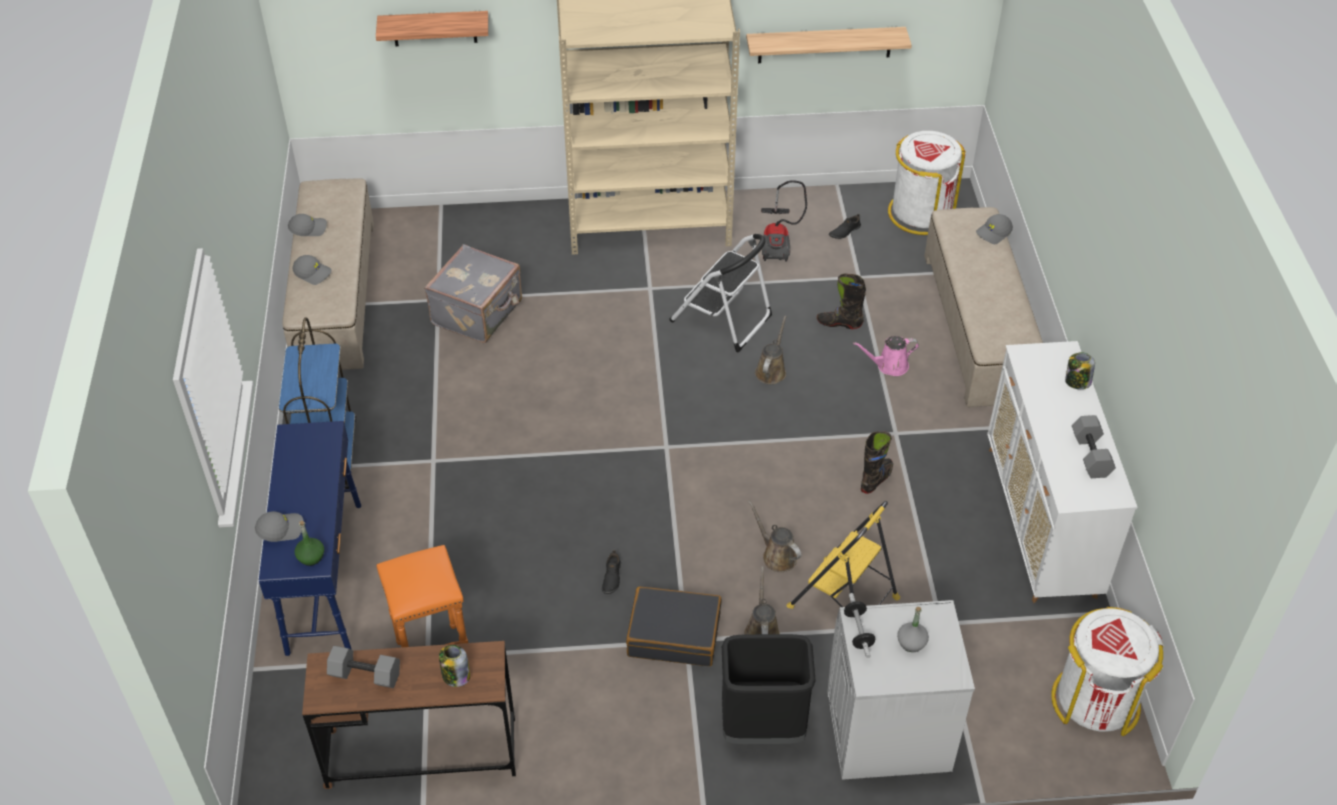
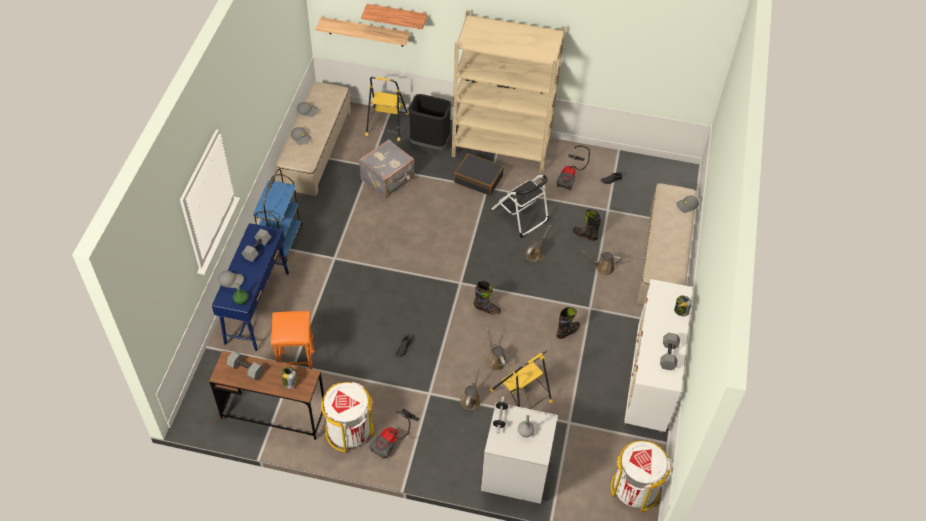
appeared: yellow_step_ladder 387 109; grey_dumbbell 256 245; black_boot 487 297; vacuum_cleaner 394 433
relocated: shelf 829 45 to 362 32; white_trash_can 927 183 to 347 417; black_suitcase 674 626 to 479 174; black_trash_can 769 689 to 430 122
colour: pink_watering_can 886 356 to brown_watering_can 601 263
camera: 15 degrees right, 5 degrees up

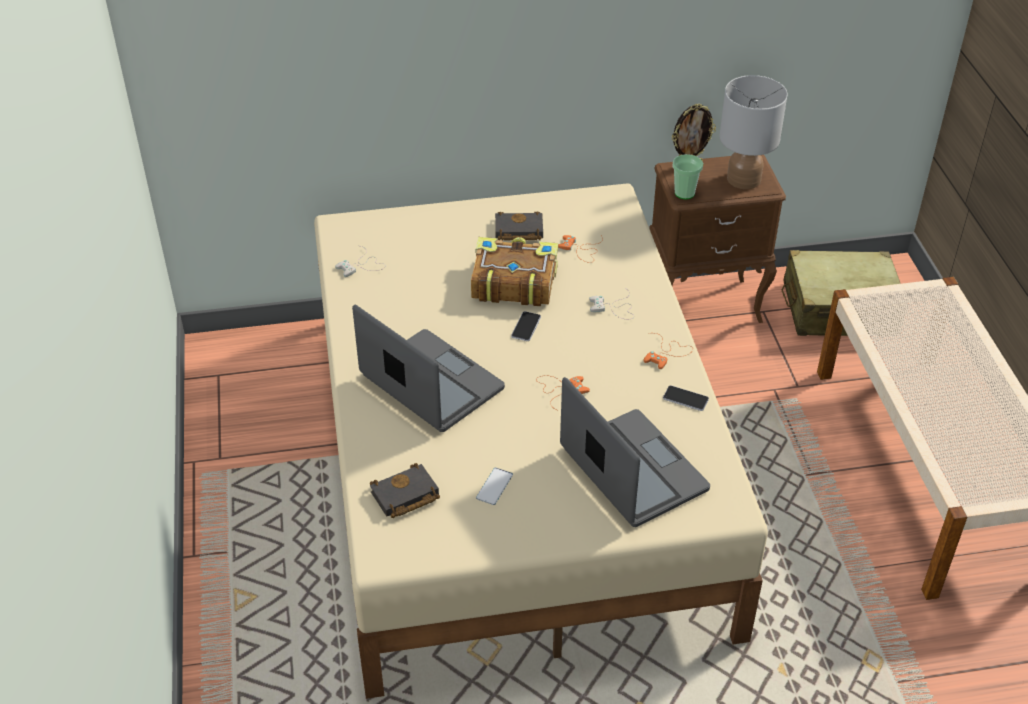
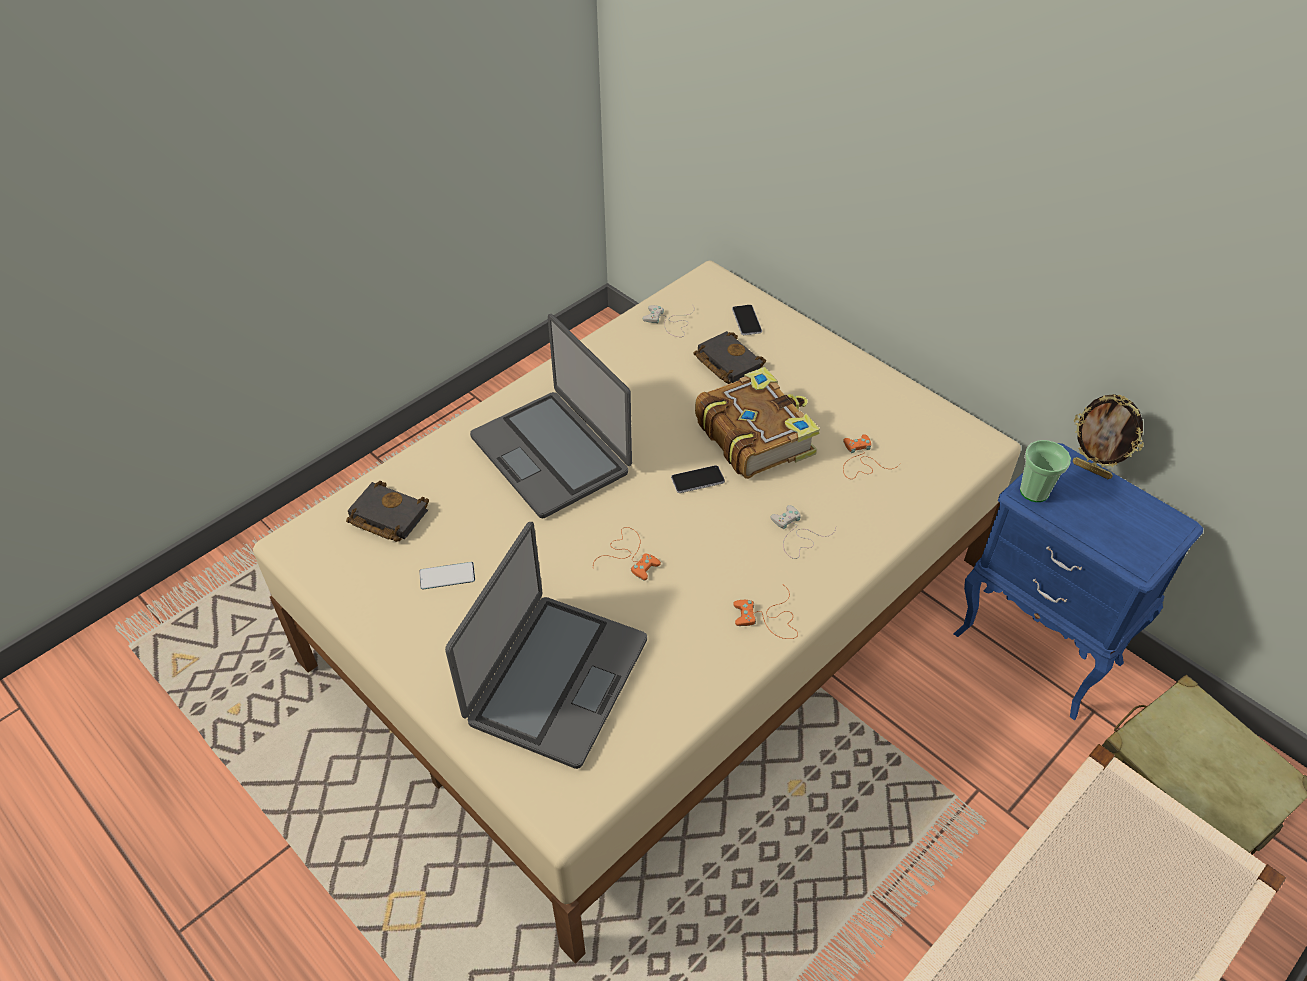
missing: grey_table_lamp 753 132
relocated: black_book 519 225 to 729 357; phone 686 398 to 747 320
colour: brown_nightstand 717 239 to blue_nightstand 1078 582
spun: laptop 428 368 = 551 416 135 degrees clockwise
camera: 55 degrees right, 5 degrees up

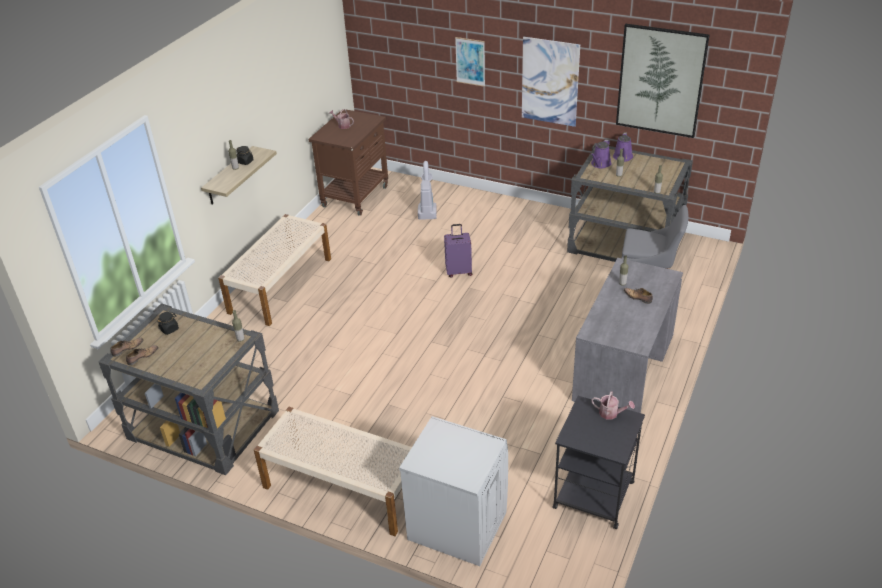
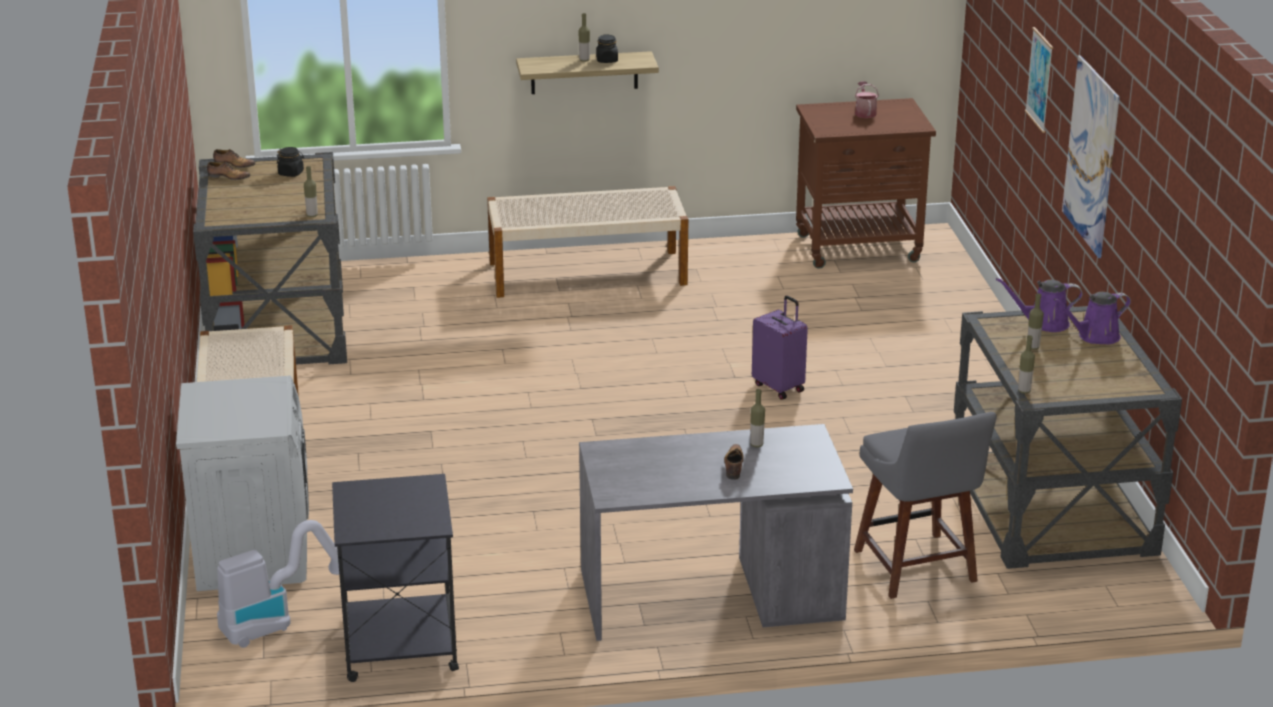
missing: picture 663 81; watering_can 613 405
relocated: vacuum_cleaner 427 190 to 278 584
camera: 55 degrees right, 10 degrees down

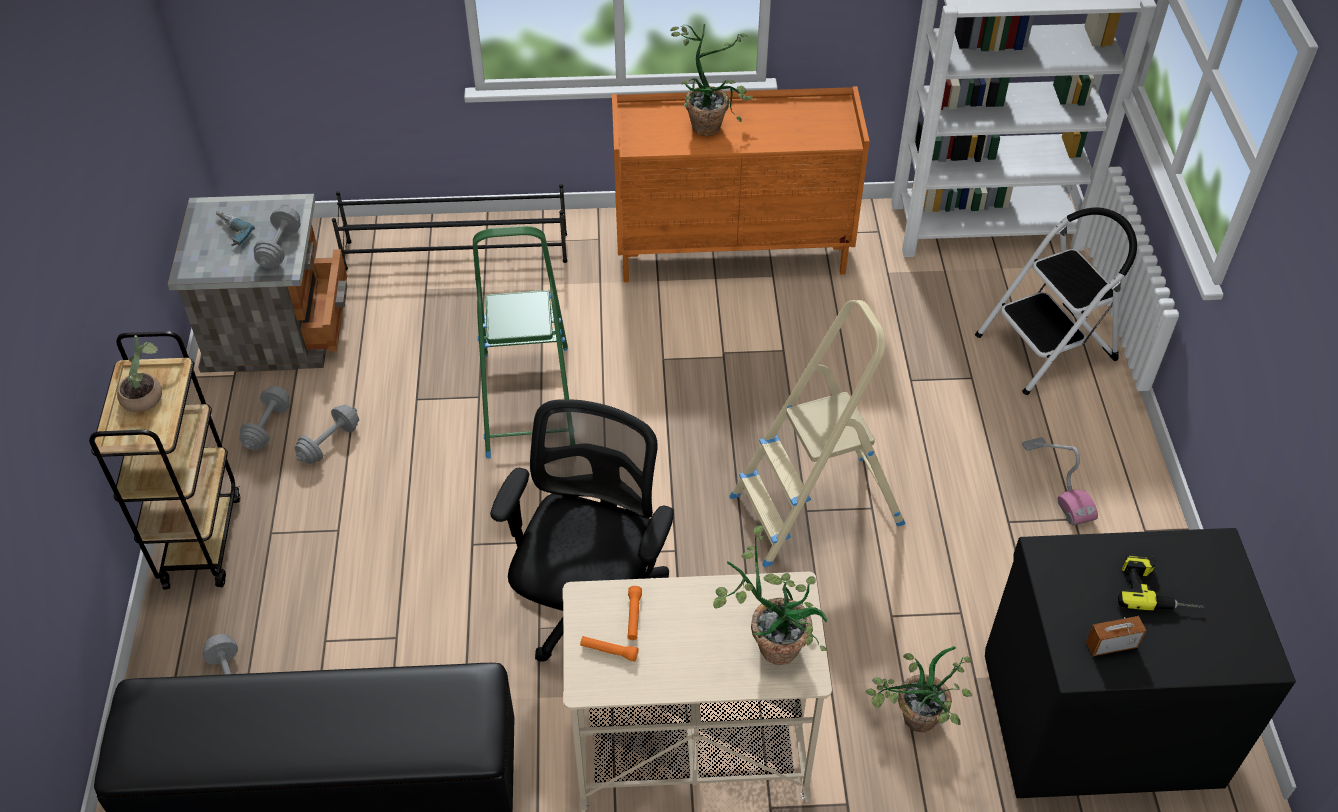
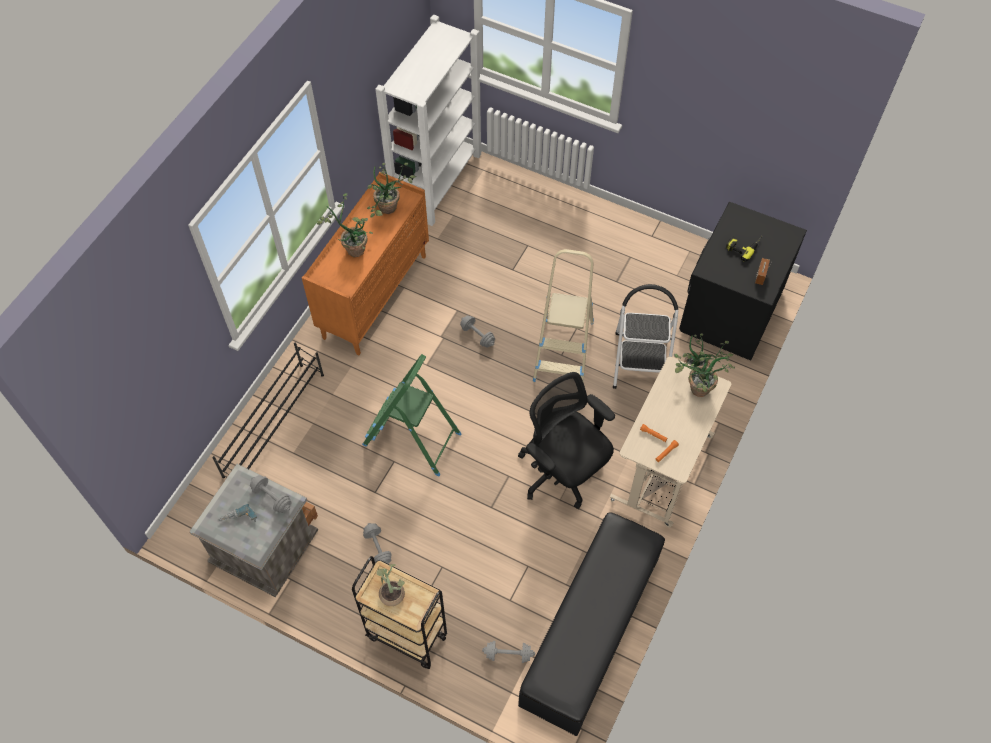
missing: vacuum_cleaner 1060 481
appeared: potted_plant 391 190
relocated: step_ladder 1056 301 to 645 336; grey_dumbbell 264 418 to 477 331
camera: 60 degrees left, 10 degrees up

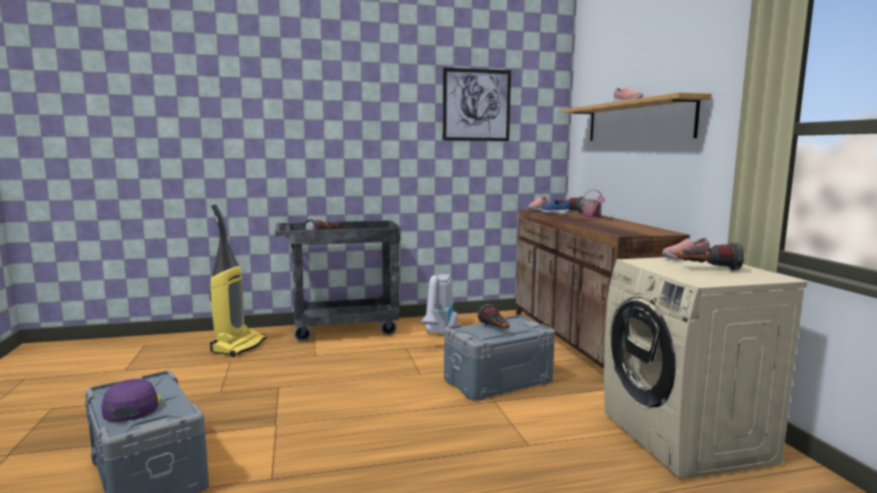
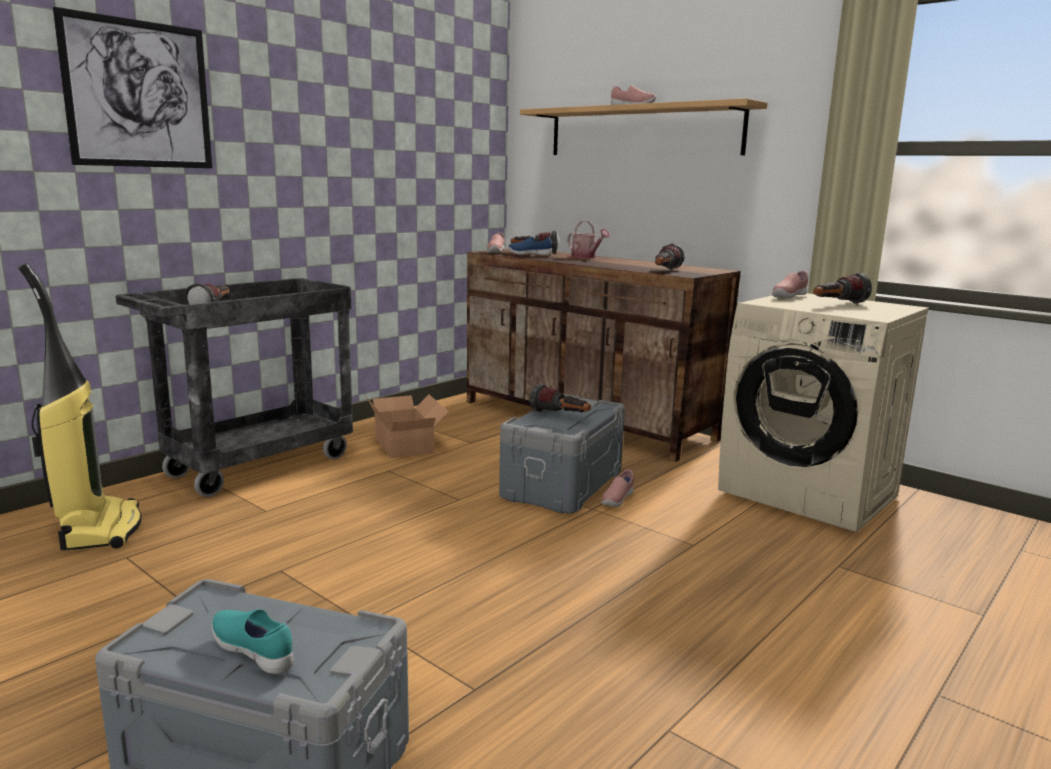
appeared: flashlight 670 256; pink_shoe 617 488
relocated: picture 477 104 to 133 87
exchanged: vacuum_cleaner 439 304 to cardboard_box 407 426; purple_cap 131 400 to turquoise_shoe 253 642
camera: 35 degrees left, 5 degrees up

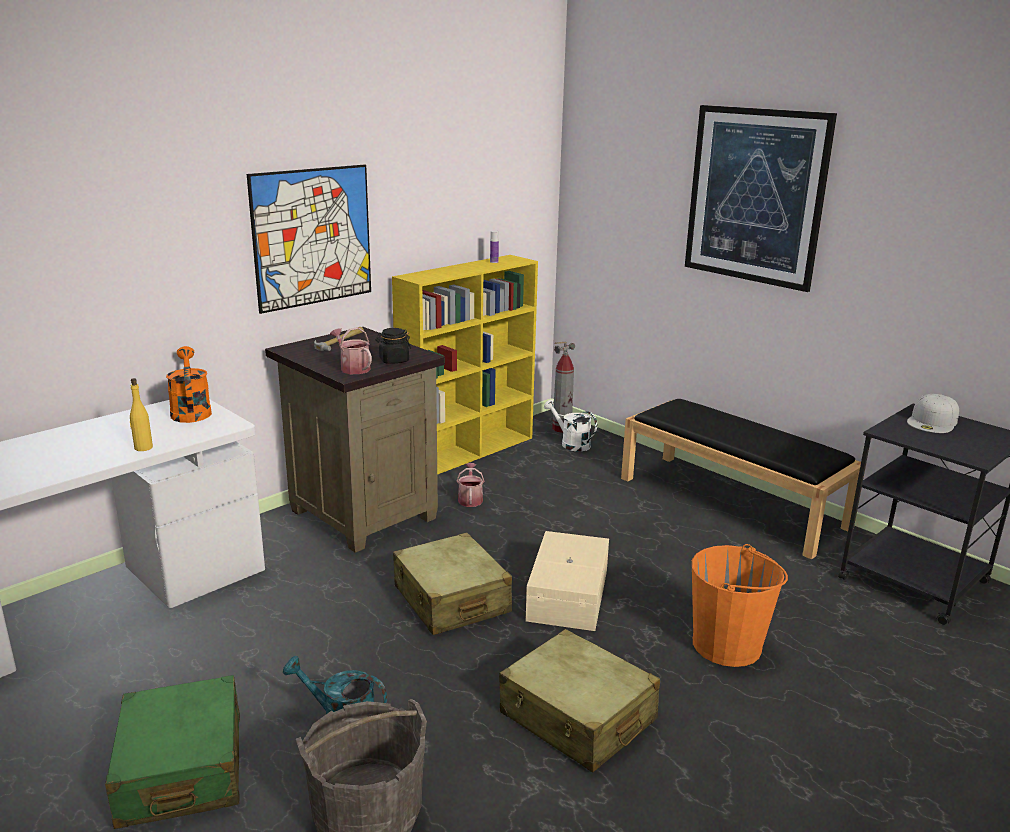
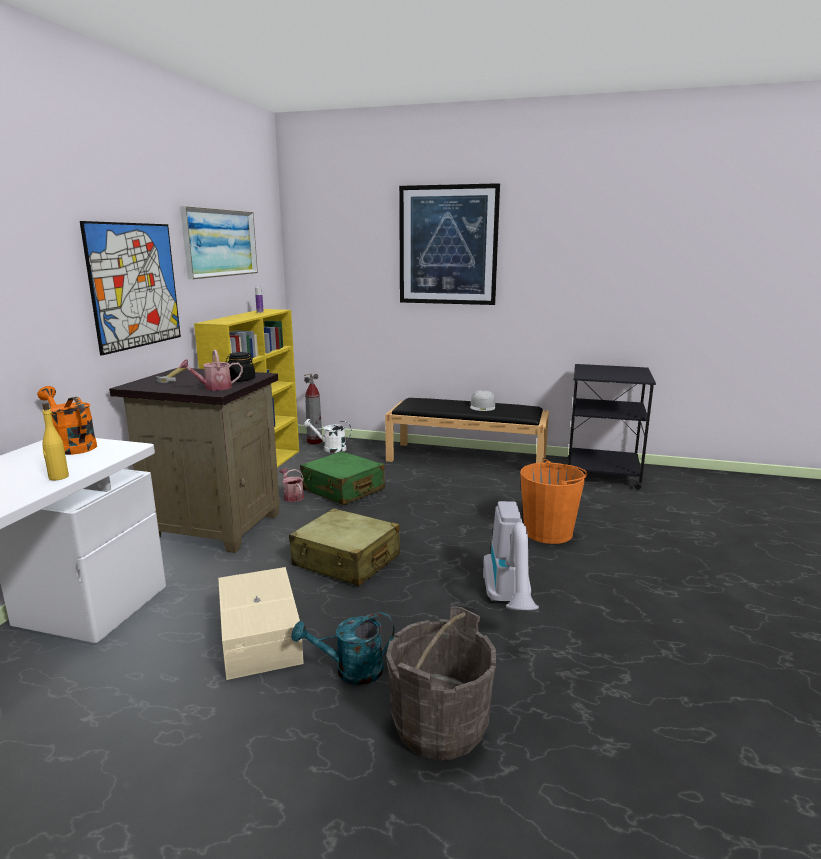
appeared: picture 219 242
relocated: white_cap 933 413 to 482 400; beige_storage_box 567 581 to 261 623; green_suitcase 172 752 to 342 478
exchanged: beige_suitcase 579 701 to vacuum_cleaner 511 555
spun: watering_can 351 350 = 211 370 45 degrees counterclockwise
camera: 30 degrees left, 5 degrees down

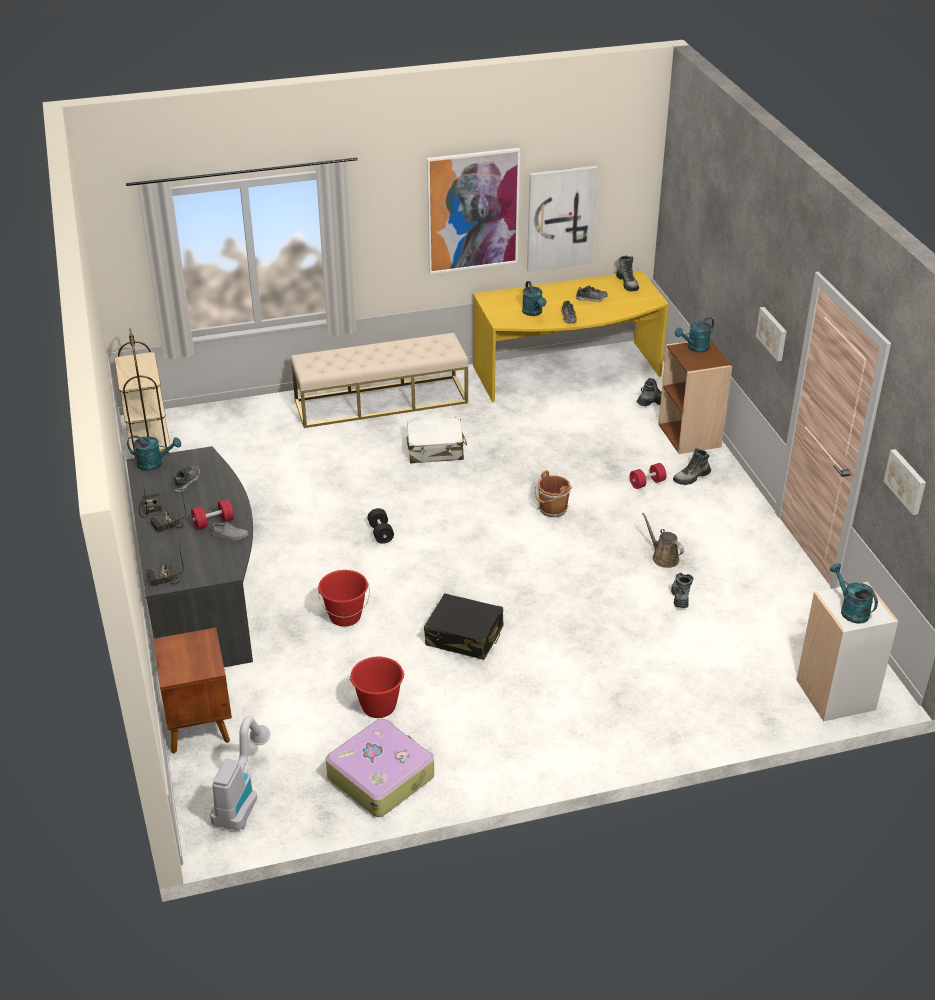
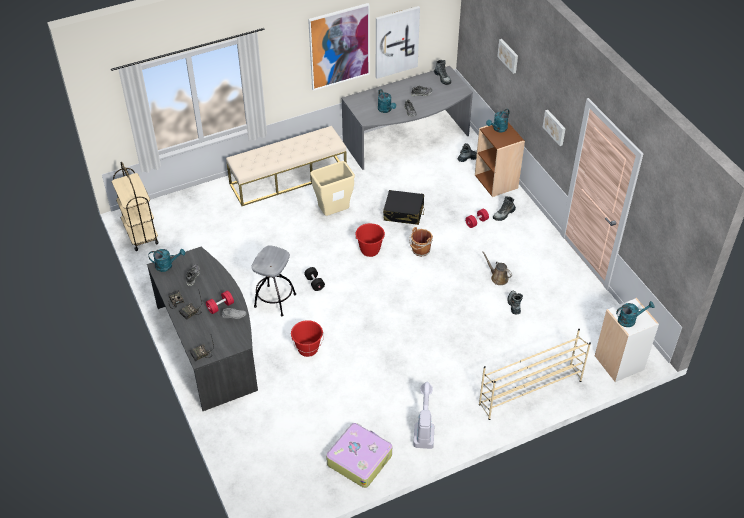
missing: brown_nightstand 192 690
appeared: grey_stool 273 281; beige_shoe_rack 535 374
relocated: picture 905 482 to 507 56; black_suitcase 464 626 to 403 207; red_bucket 377 687 to 370 240; vacuum_cleaner 240 773 to 423 415
exchanged: white_suitcase 437 440 to beige_trash_can 332 188
colour: yellow_desk 571 336 to grey_desk 407 118
spun: turquoise_watering_can 854 594 = 635 314 120 degrees clockwise
camera: 10 degrees left, 10 degrees up

